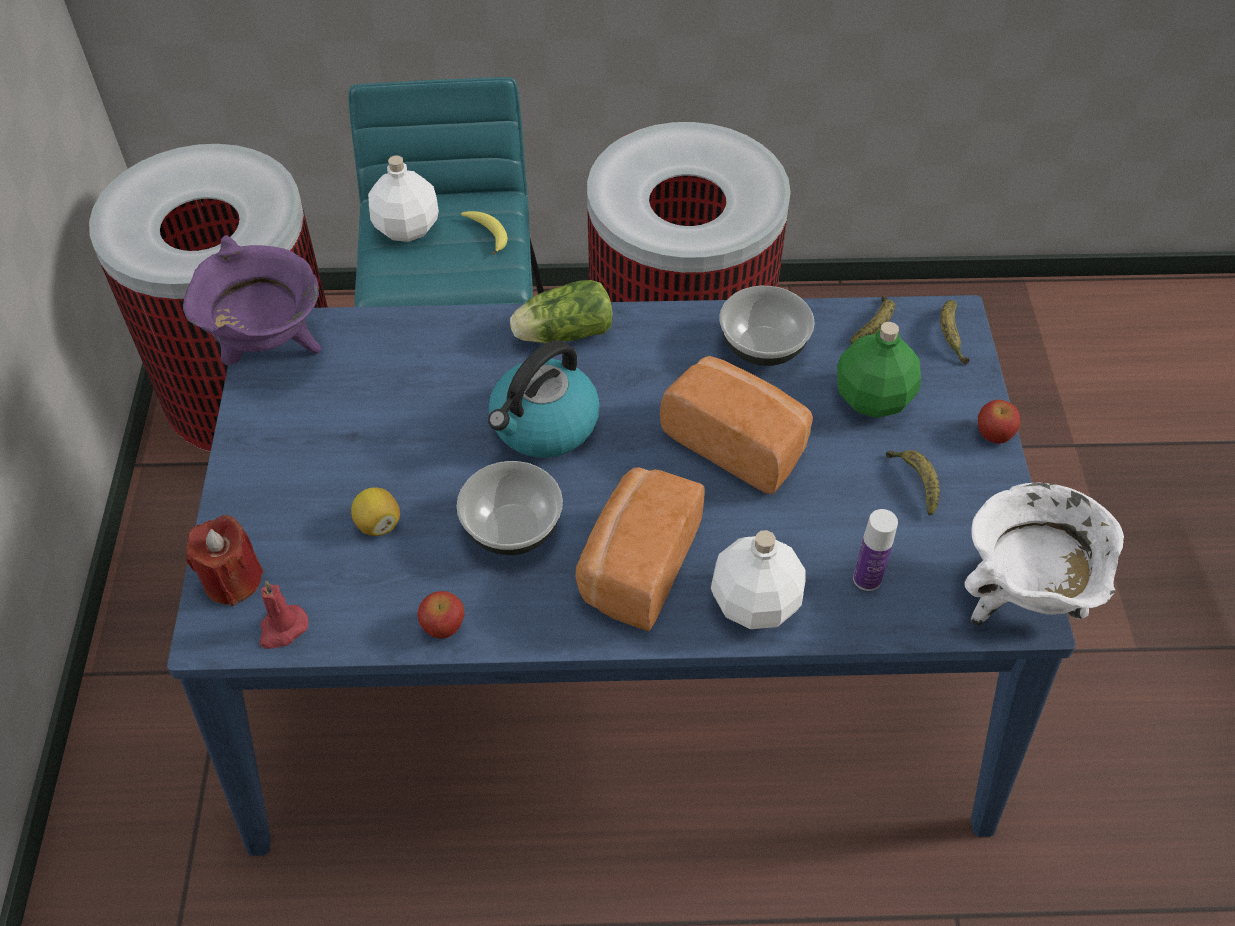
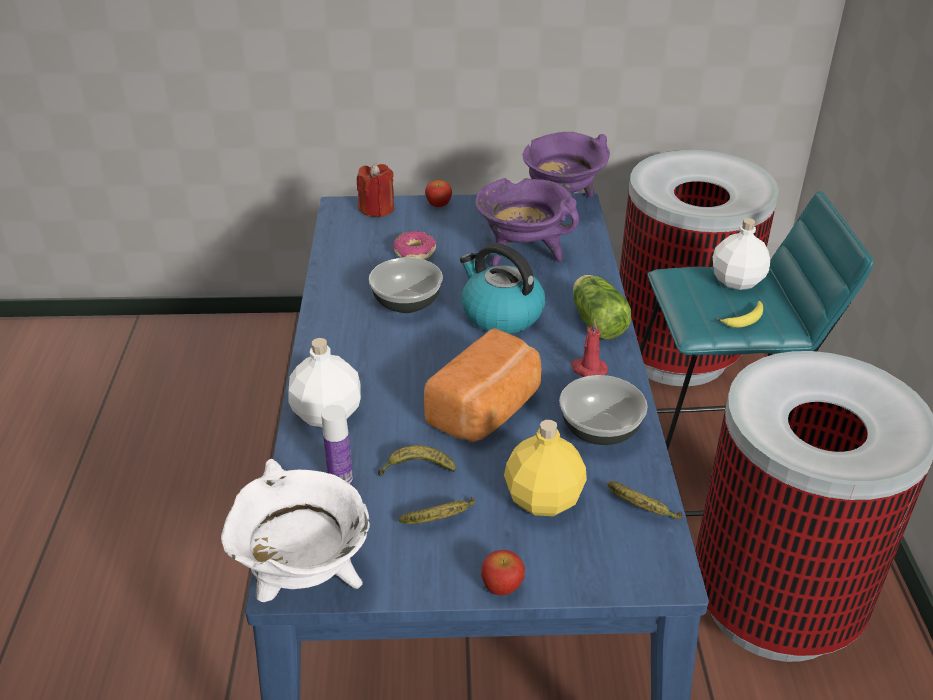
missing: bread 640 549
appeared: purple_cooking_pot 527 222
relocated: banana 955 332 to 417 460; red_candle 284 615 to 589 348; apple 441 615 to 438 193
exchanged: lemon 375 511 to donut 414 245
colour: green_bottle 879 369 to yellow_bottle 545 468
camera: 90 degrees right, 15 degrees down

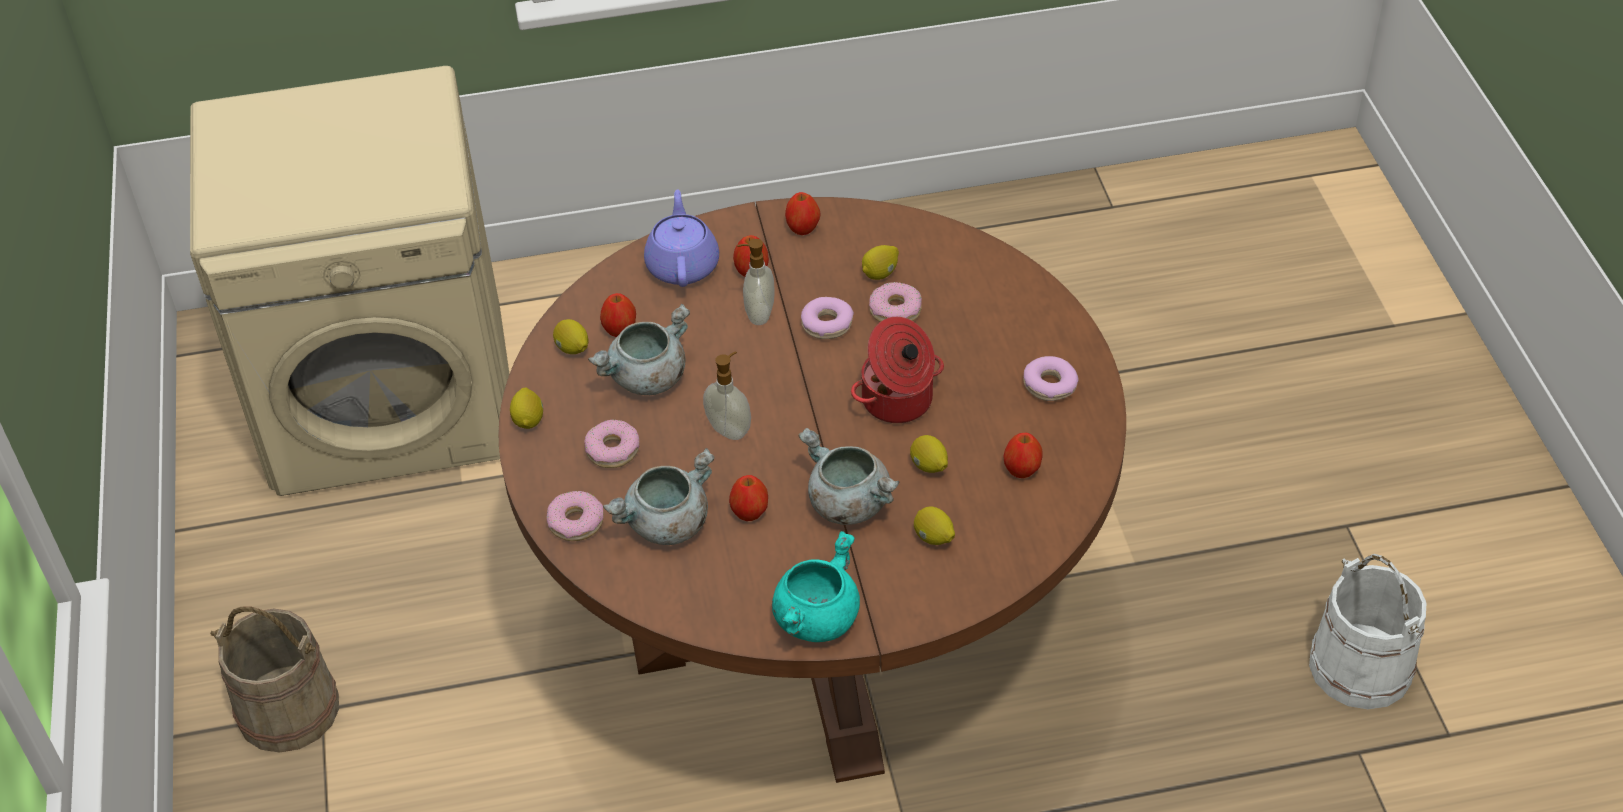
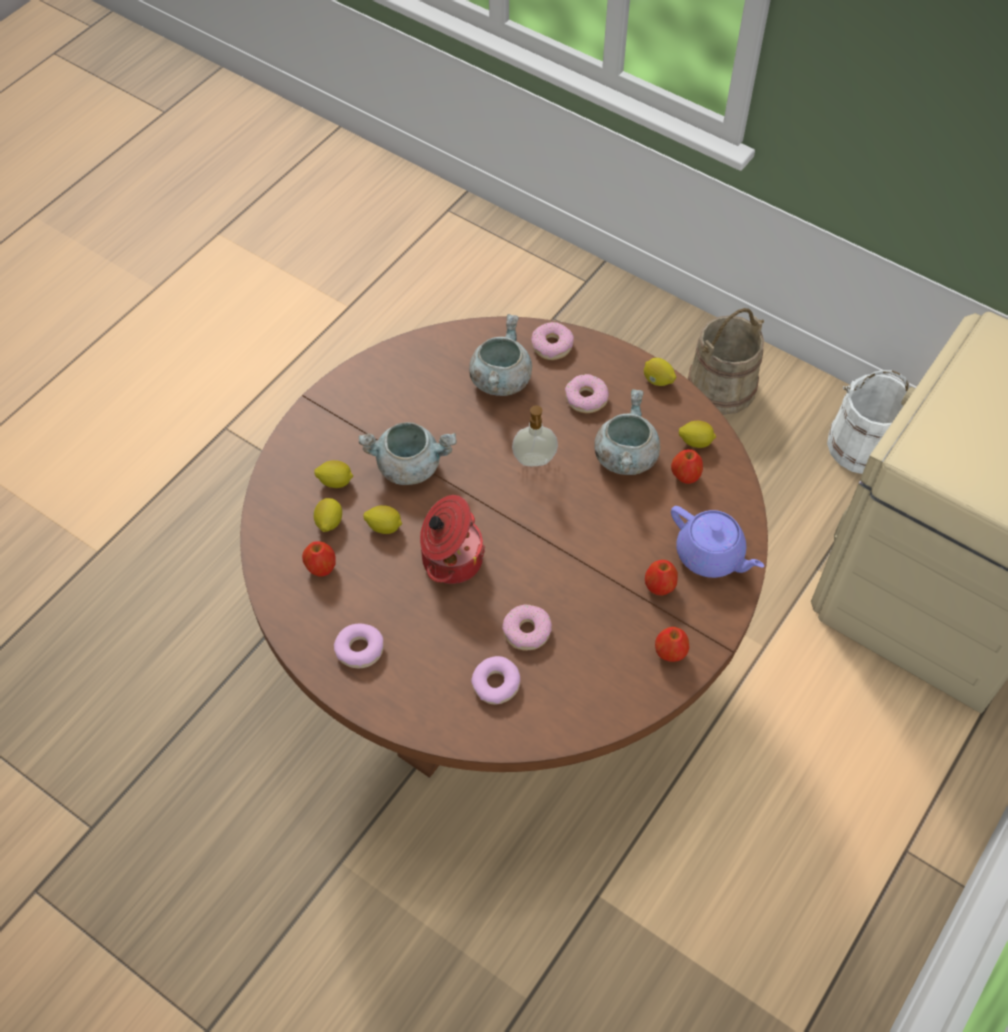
missing: soap_dispenser 756 282; apple 748 498; turquoise_cooking_pot 816 586
relocated: lemon 880 262 to 327 515; donut 827 318 to 495 680; white_bucket 1367 631 to 868 422
camera: 135 degrees right, 10 degrees up

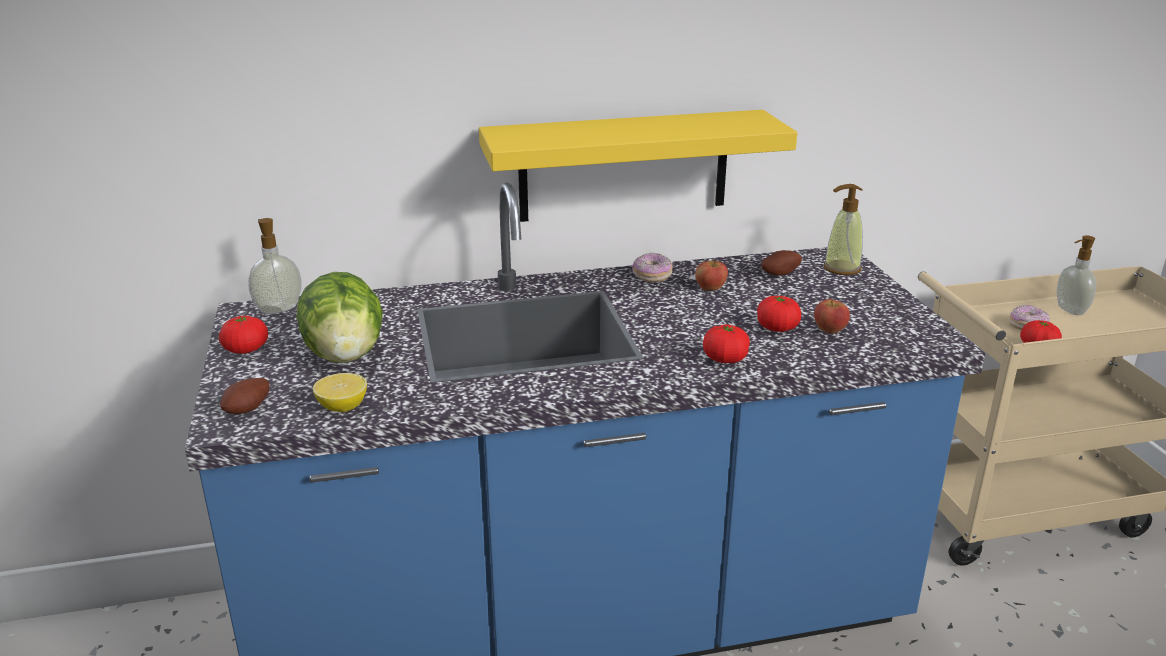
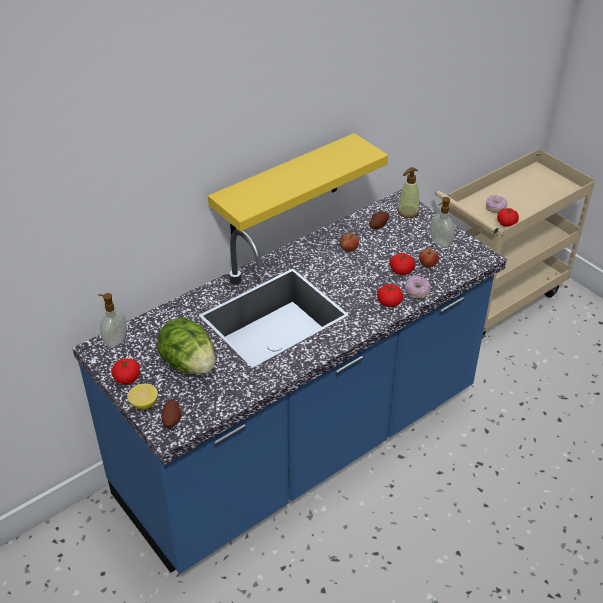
relocated: soap_dispenser 1076 275 to 442 222; donut 652 267 to 418 287; lemon 340 392 to 142 396
camera: 25 degrees left, 15 degrees up

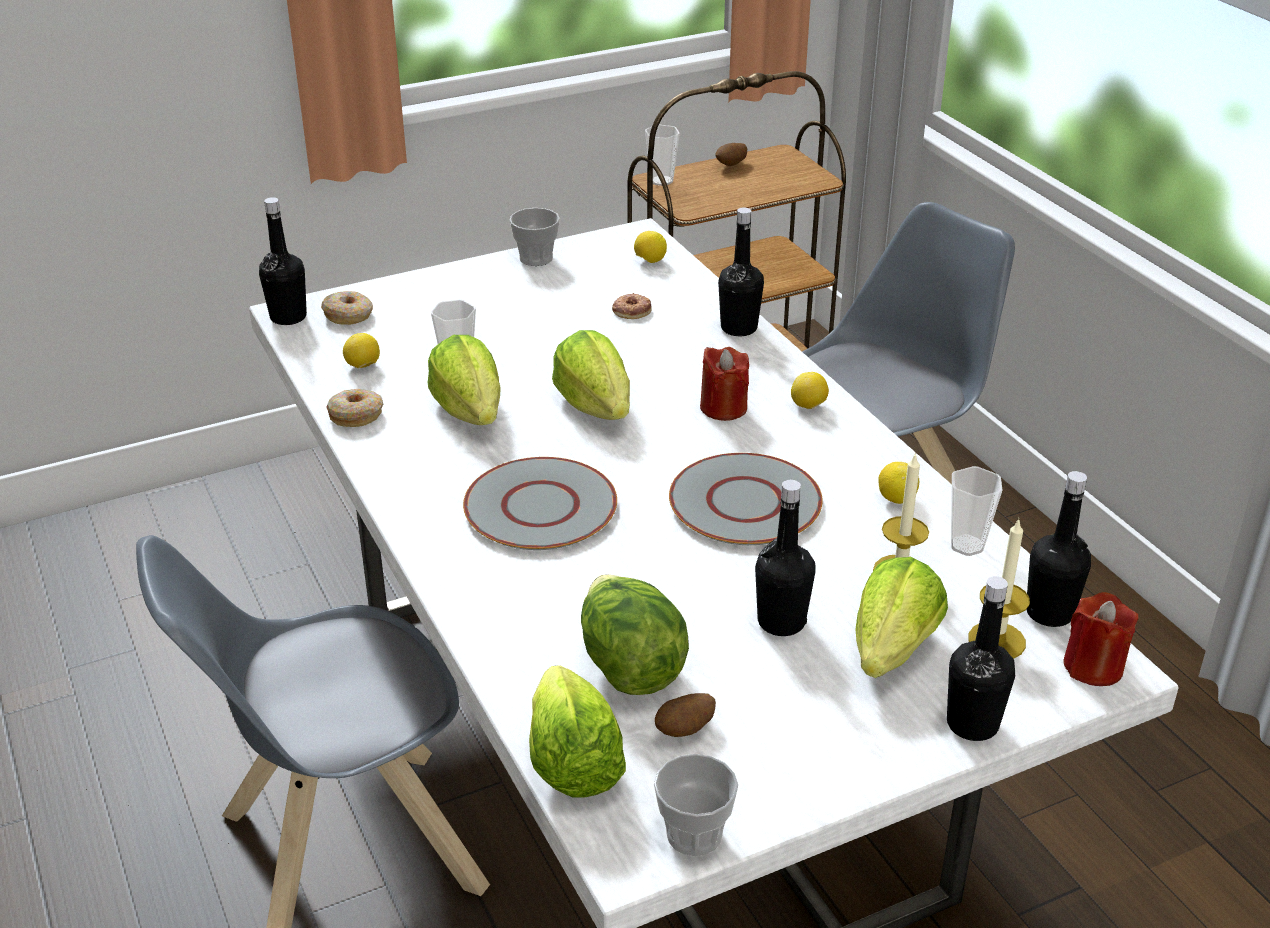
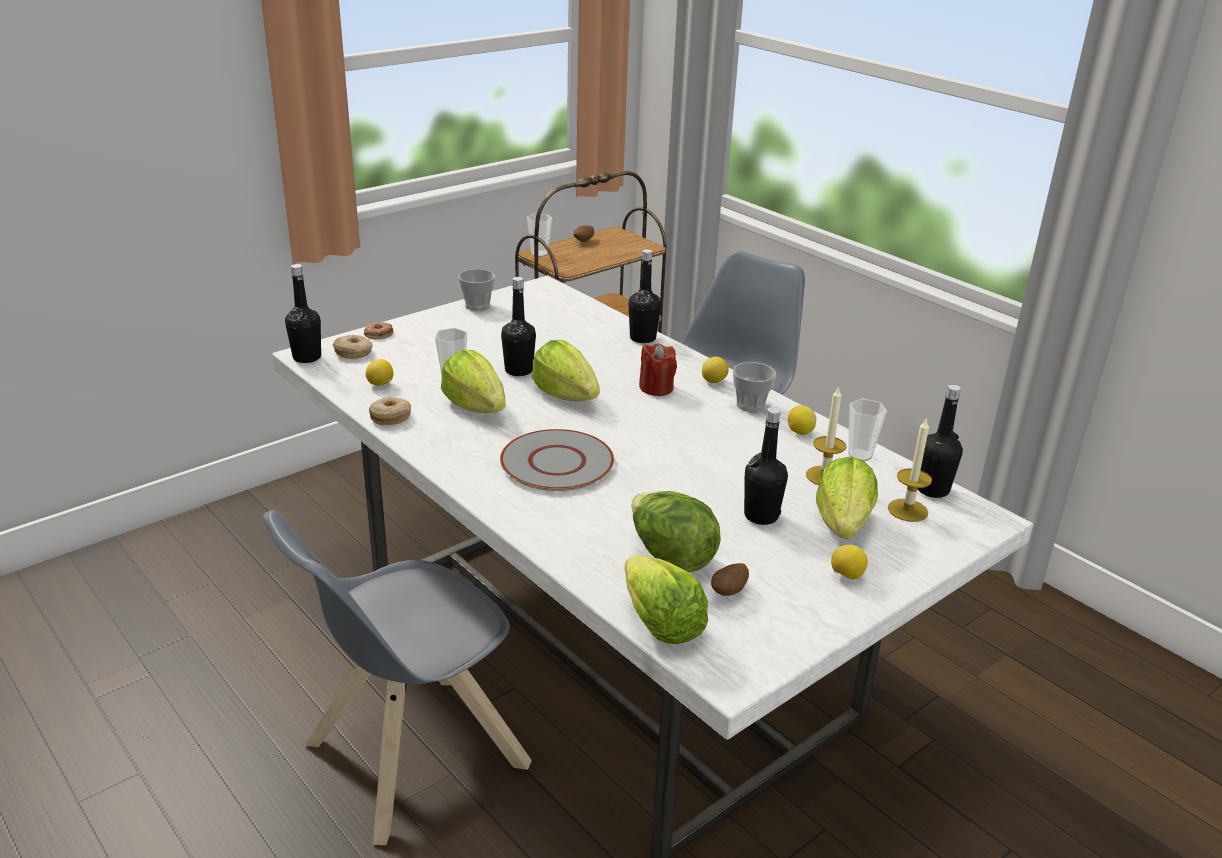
missing: grey_plate 746 499; red_candle 1101 639
relocated: lemon 650 247 to 849 562; donut 632 306 to 378 330; black_bottle 981 658 to 518 326; cup 696 805 to 754 387
camera: 15 degrees left, 5 degrees down

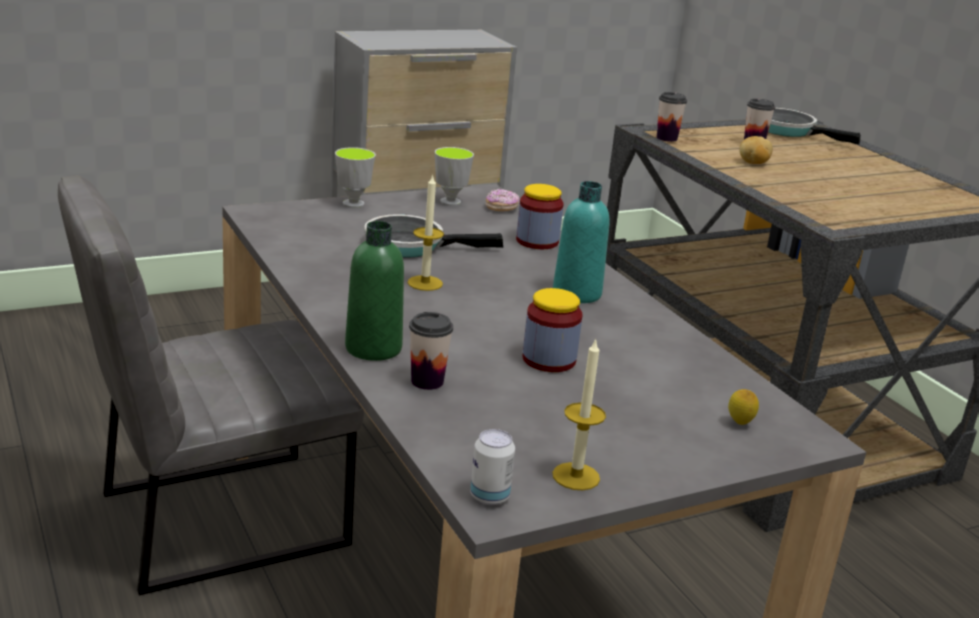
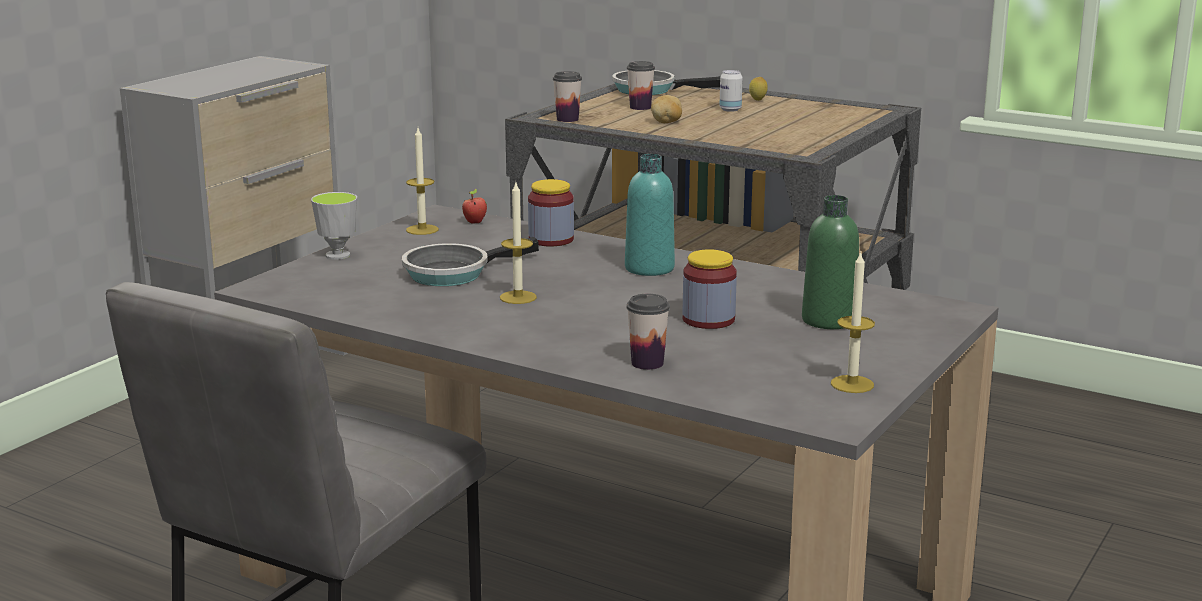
relocated: green_bottle 374 291 to 830 262; lemon 743 407 to 758 89; can 492 467 to 731 91
exchanged: cup 454 176 to candle 422 181; donut 503 200 to apple 474 206
camera: 30 degrees left, 5 degrees down

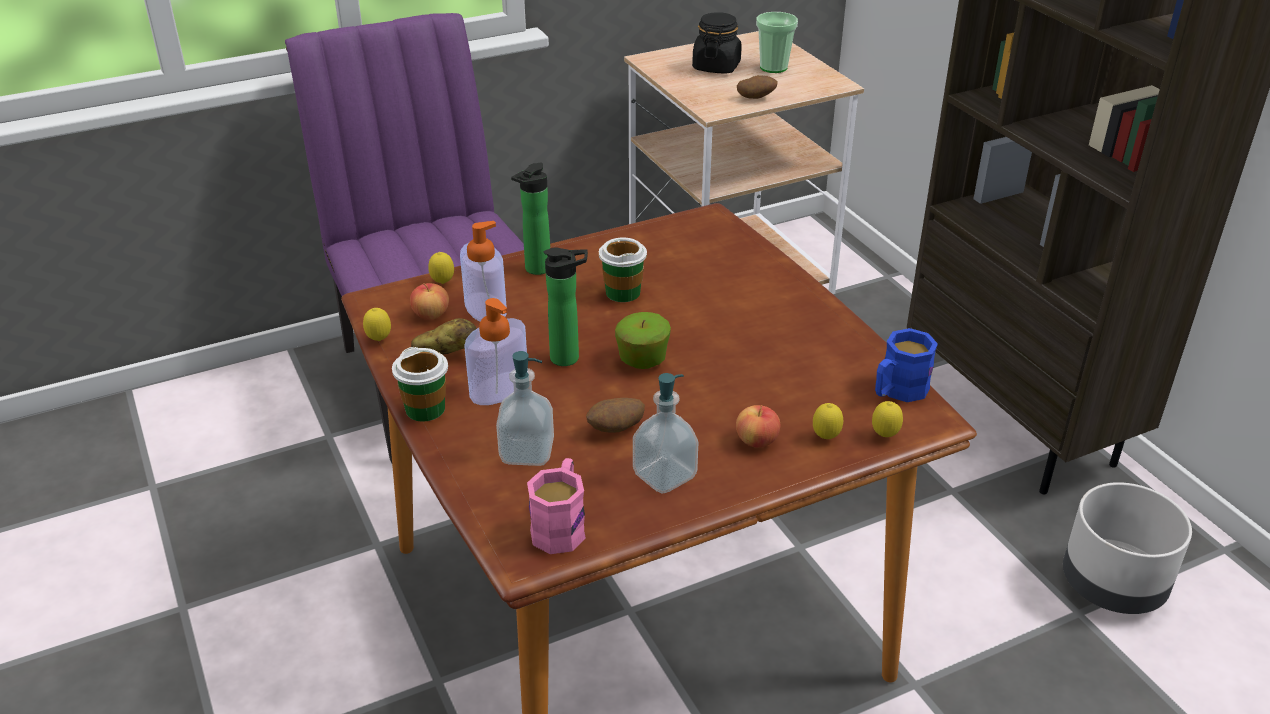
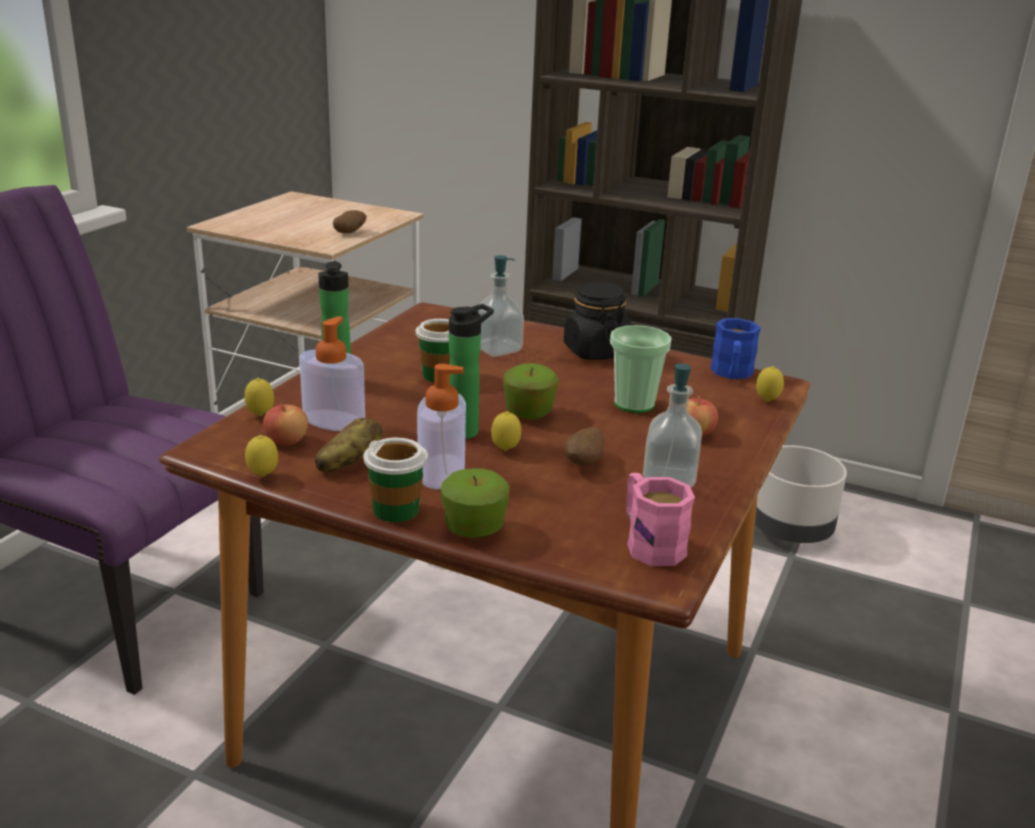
appeared: apple 475 503
relocated: black_jar 717 43 to 597 321; cup 777 42 to 641 369; soap_dispenser 525 408 to 501 306; lemon 828 421 to 506 431
camera: 40 degrees left, 10 degrees down

